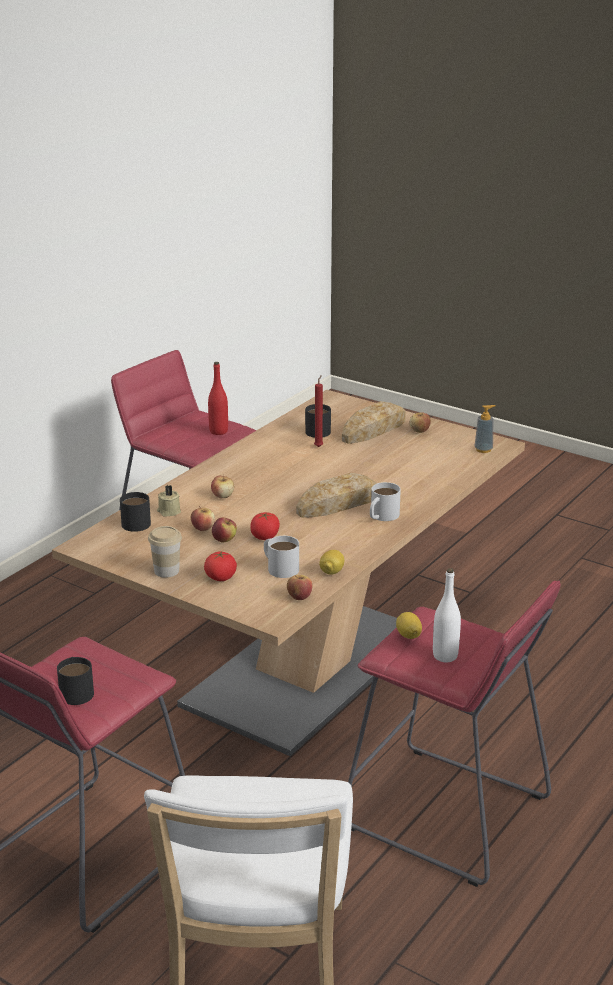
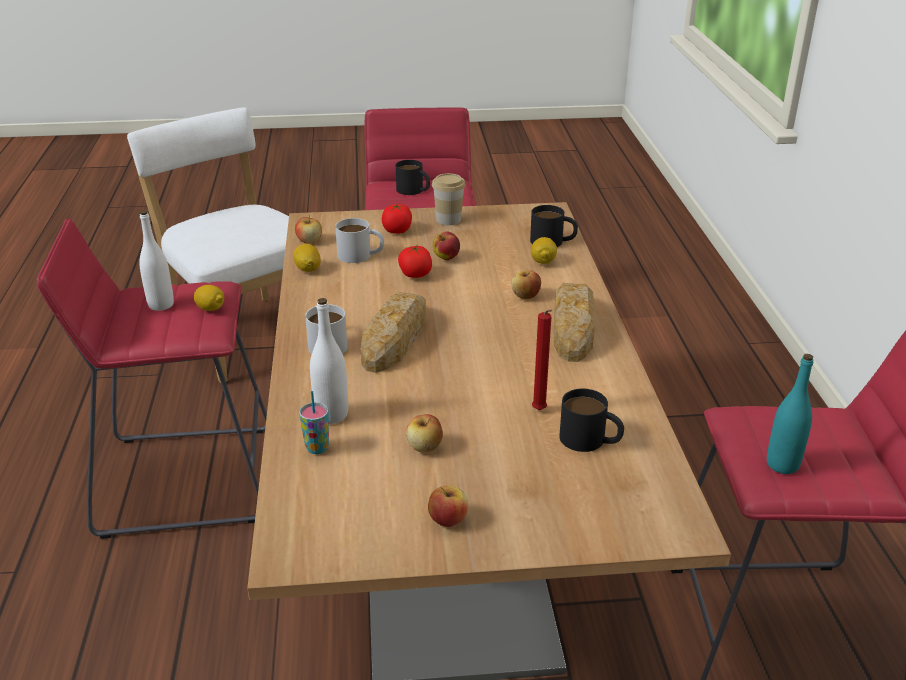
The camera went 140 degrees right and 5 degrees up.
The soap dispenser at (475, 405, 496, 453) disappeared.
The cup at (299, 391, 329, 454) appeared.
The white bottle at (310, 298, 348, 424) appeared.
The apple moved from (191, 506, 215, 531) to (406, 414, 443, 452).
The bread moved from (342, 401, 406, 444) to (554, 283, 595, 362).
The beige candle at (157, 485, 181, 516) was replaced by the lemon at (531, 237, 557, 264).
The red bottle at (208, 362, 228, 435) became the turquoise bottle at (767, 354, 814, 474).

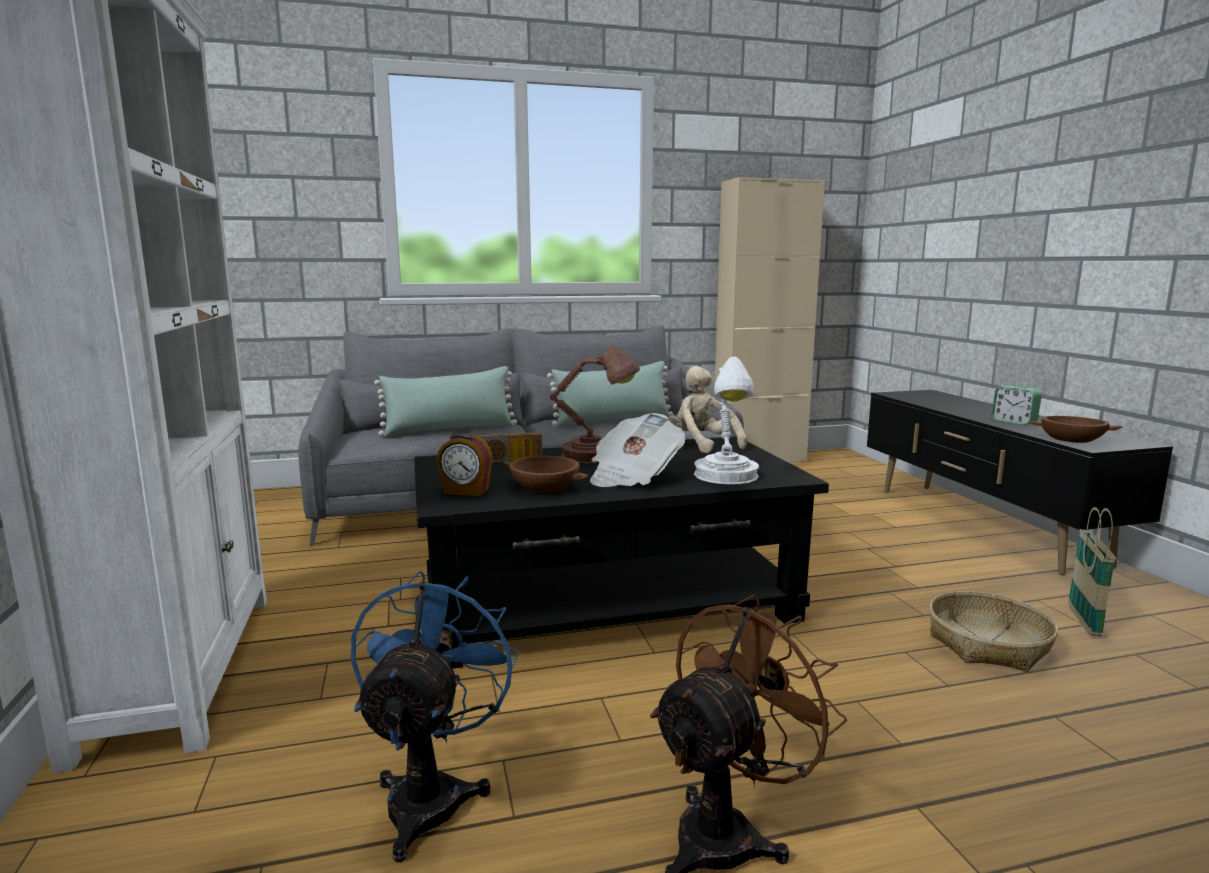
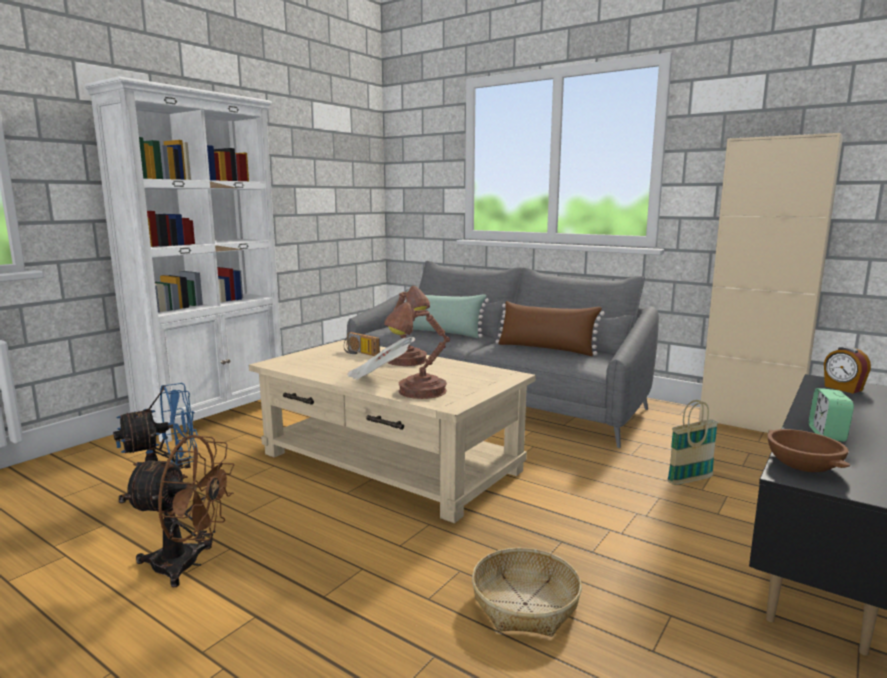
The camera went 50 degrees right and 0 degrees up.
The brown bowl at (503, 456, 589, 493) disappeared.
The beige plush toy at (668, 366, 747, 454) disappeared.
The alarm clock moved from (437, 433, 493, 496) to (824, 347, 871, 394).
The basket moved from (1068, 507, 1116, 637) to (667, 400, 718, 485).
The black coffee table at (414, 436, 829, 669) became the beige coffee table at (249, 340, 536, 523).
The green pillow at (547, 361, 673, 427) became the brown pillow at (495, 301, 605, 356).
The white table lamp at (694, 356, 759, 485) became the brown table lamp at (384, 302, 450, 399).

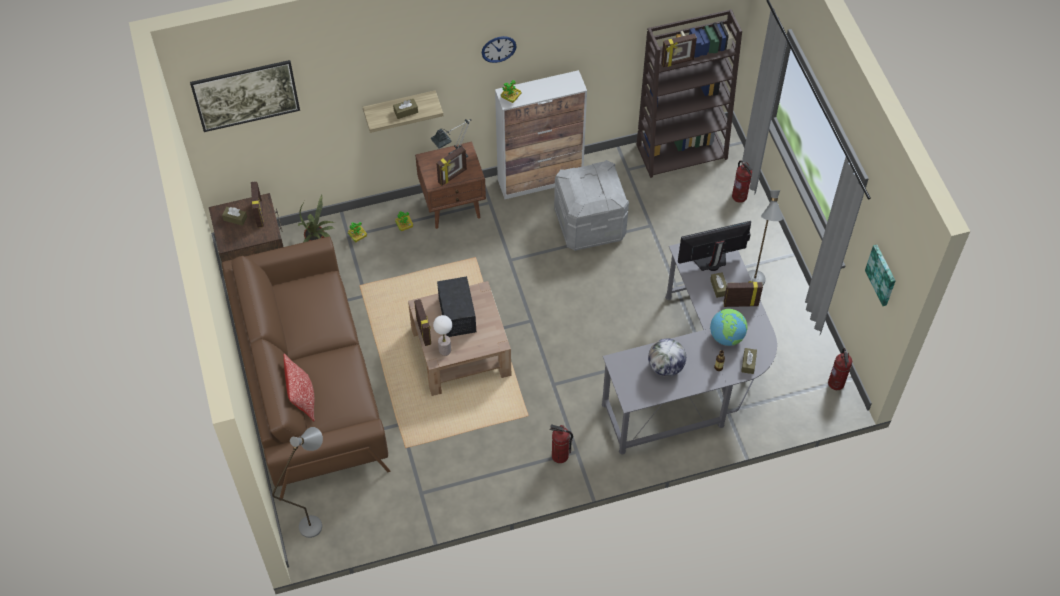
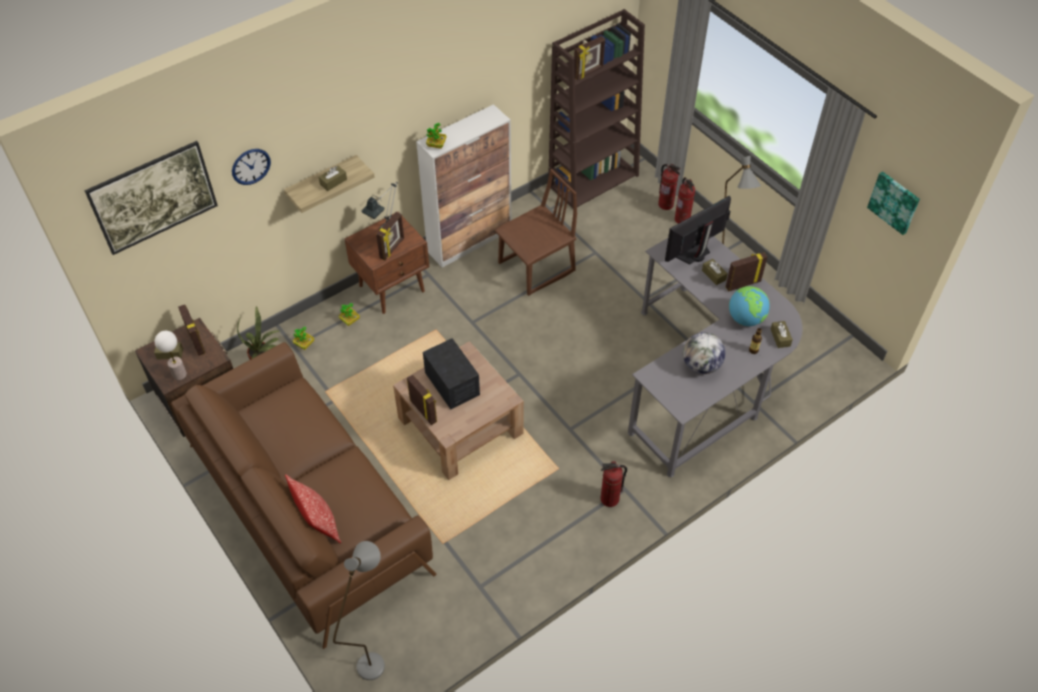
The camera went 20 degrees left and 5 degrees down.
The table lamp moved from (433, 315, 452, 356) to (155, 331, 187, 380).
The wall clock moved from (482, 36, 517, 63) to (232, 149, 271, 185).
The fire extinguisher moved from (828, 348, 852, 390) to (675, 177, 695, 224).
The grey storage box at (554, 160, 629, 251) was replaced by the brown chair at (495, 169, 577, 296).

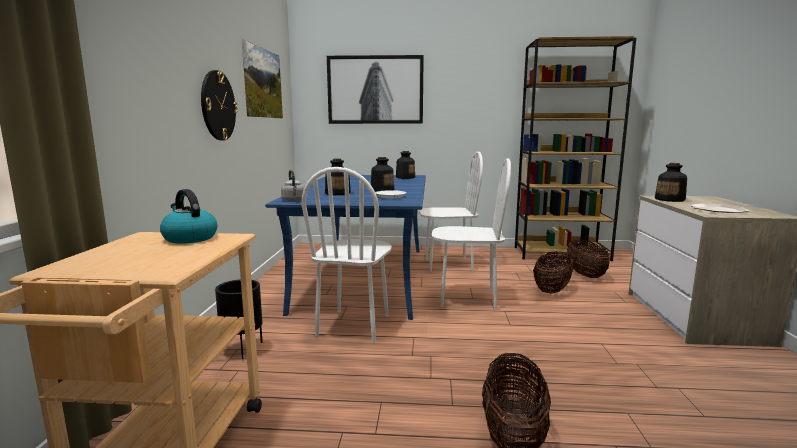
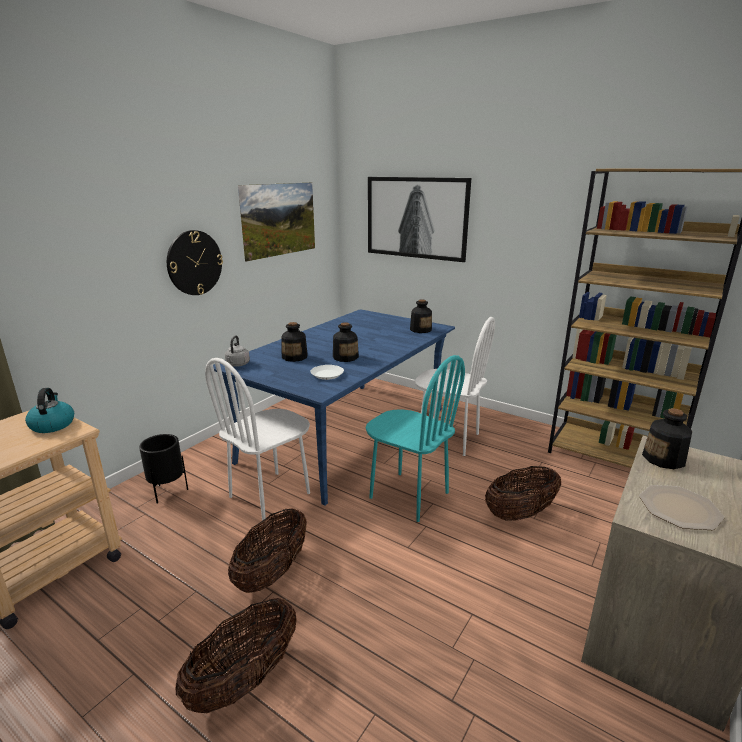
The camera went 30 degrees right and 10 degrees up.
The basket moved from (567, 240, 610, 278) to (228, 508, 307, 593).
The white chair at (432, 158, 511, 311) became the turquoise chair at (366, 355, 465, 522).

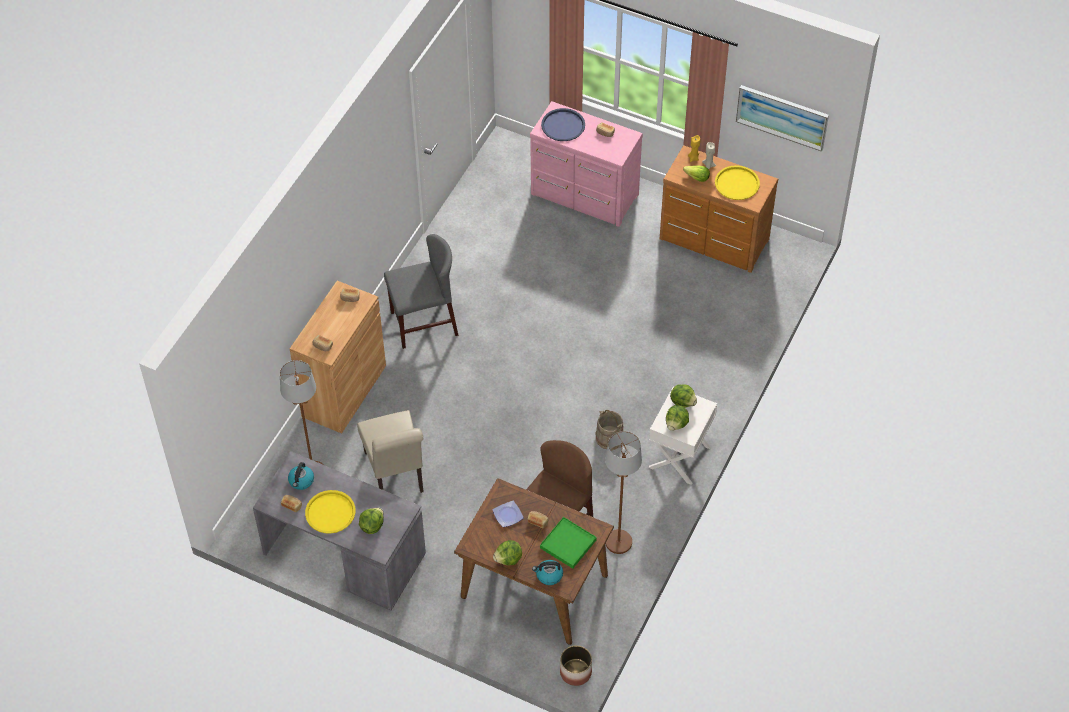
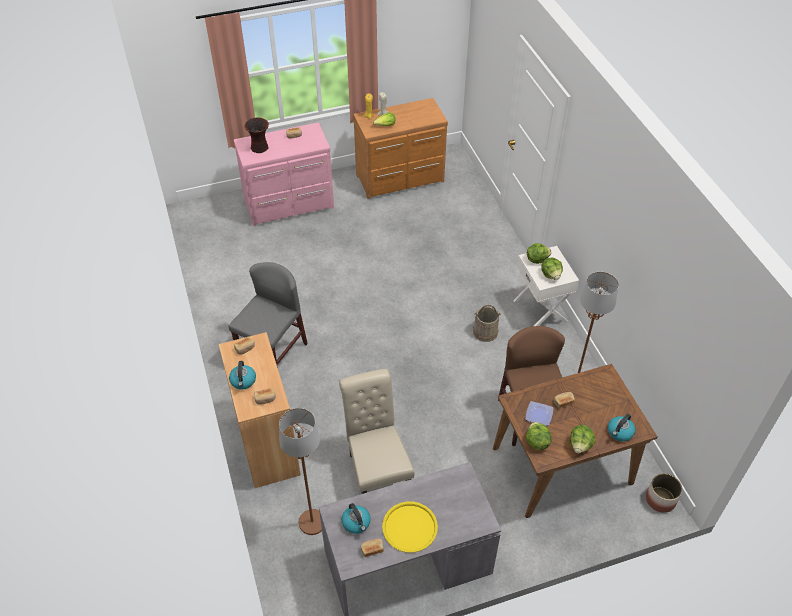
The camera went 45 degrees left and 5 degrees down.
The green tray at (540, 517, 597, 569) disappeared.
The yellow tray at (715, 165, 760, 200) disappeared.
The picture at (736, 85, 829, 152) disappeared.
The kettle at (229, 361, 256, 390) appeared.
The lettuce moved from (359, 508, 384, 534) to (526, 422, 552, 450).
The blue tray at (541, 108, 585, 141) was replaced by the vase at (244, 117, 269, 153).
The beige chair at (357, 410, 424, 493) turned 135 degrees counterclockwise.

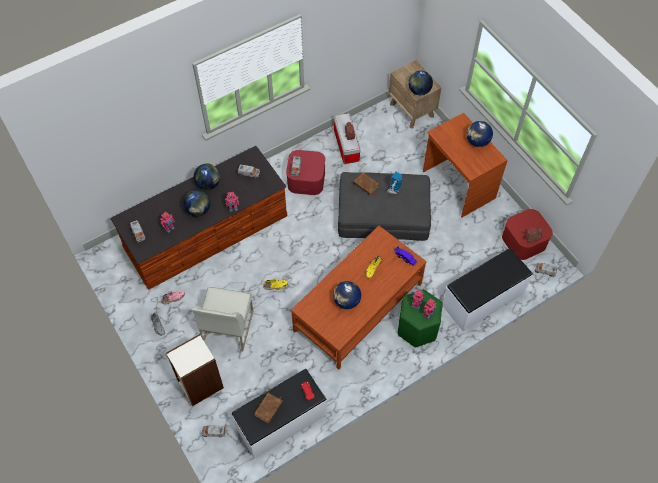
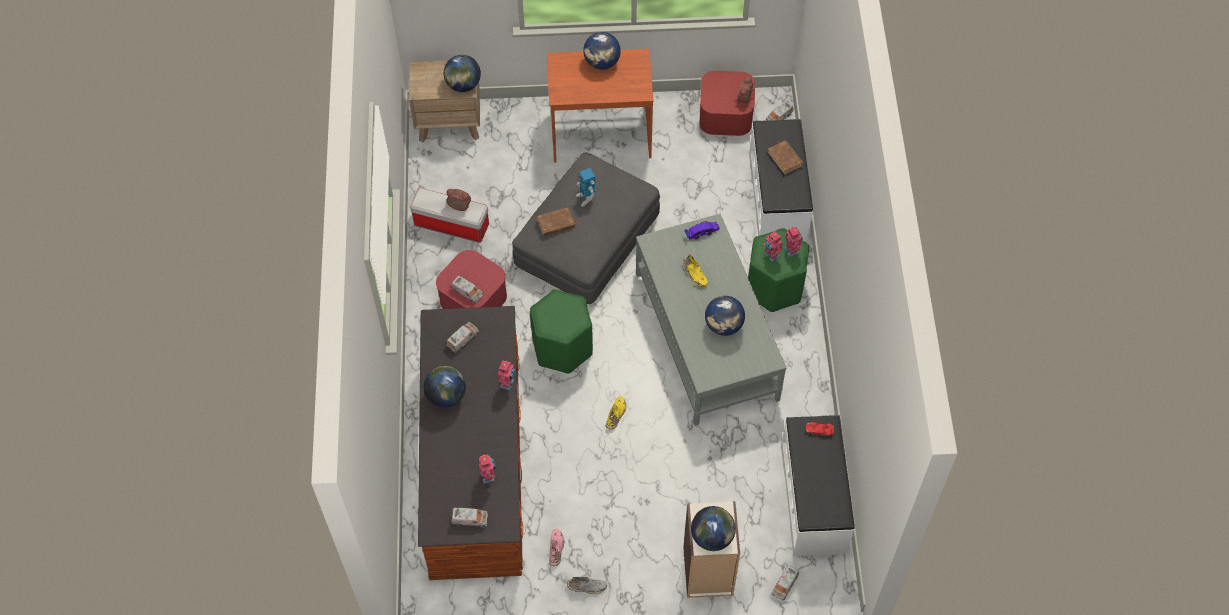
The camera went 60 degrees left and 0 degrees up.
The white chair at (192, 287, 253, 352) disappeared.
The green stool at (530, 289, 593, 373) appeared.
The globe moved from (183, 189, 210, 216) to (691, 506, 736, 551).
The brown book moved from (254, 393, 283, 423) to (767, 140, 804, 175).
The brown coffee table at (291, 226, 426, 370) became the grey coffee table at (636, 214, 786, 426).

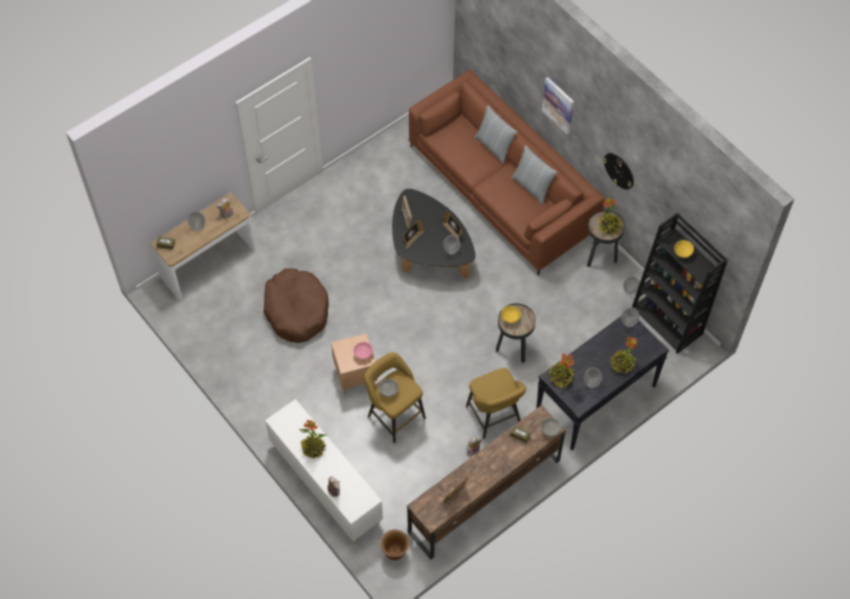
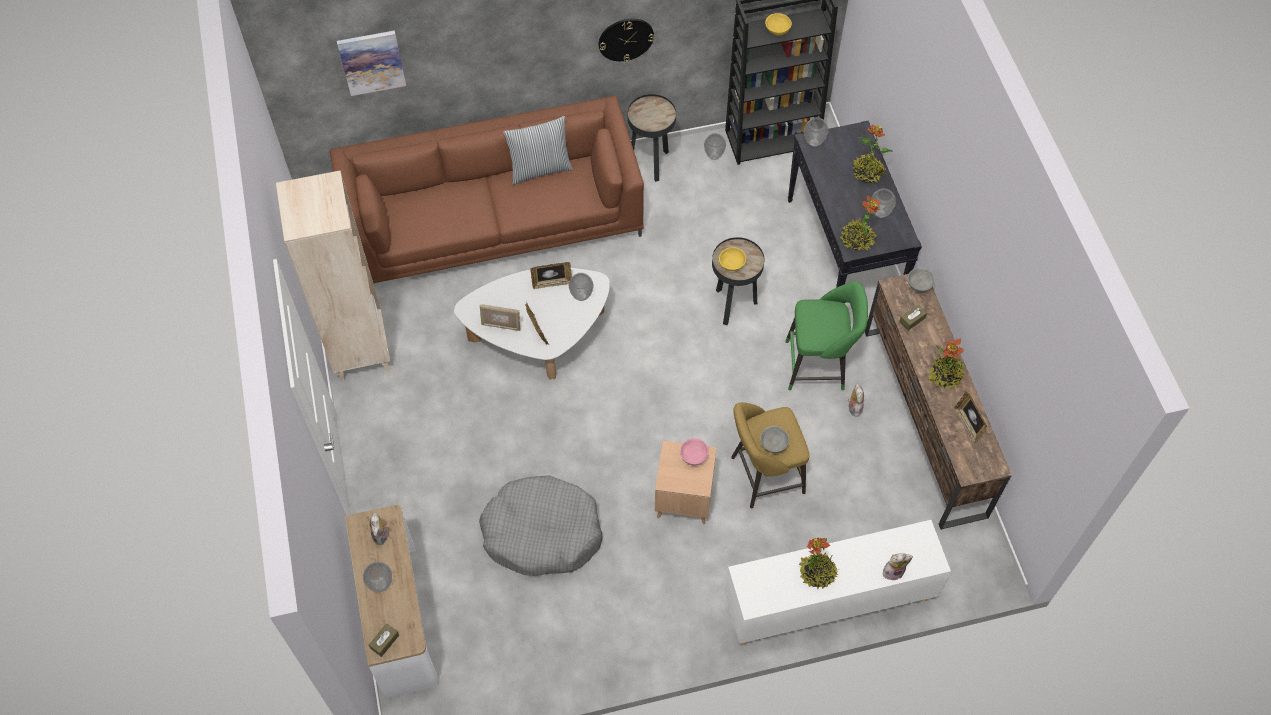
The camera went 65 degrees left and 0 degrees up.
The brown planter at (380, 529, 410, 560) disappeared.
The pillow at (474, 105, 518, 164) disappeared.
The beige bookcase at (276, 171, 390, 381) appeared.
The picture moved from (542, 77, 574, 135) to (337, 31, 406, 96).
The potted plant moved from (598, 198, 623, 235) to (928, 338, 965, 389).
The brown dog bed at (264, 268, 329, 343) became the grey dog bed at (479, 475, 603, 576).
The black coffee table at (392, 189, 475, 279) became the white coffee table at (454, 268, 610, 379).
The yellow stool at (466, 368, 526, 439) became the green stool at (785, 281, 868, 390).

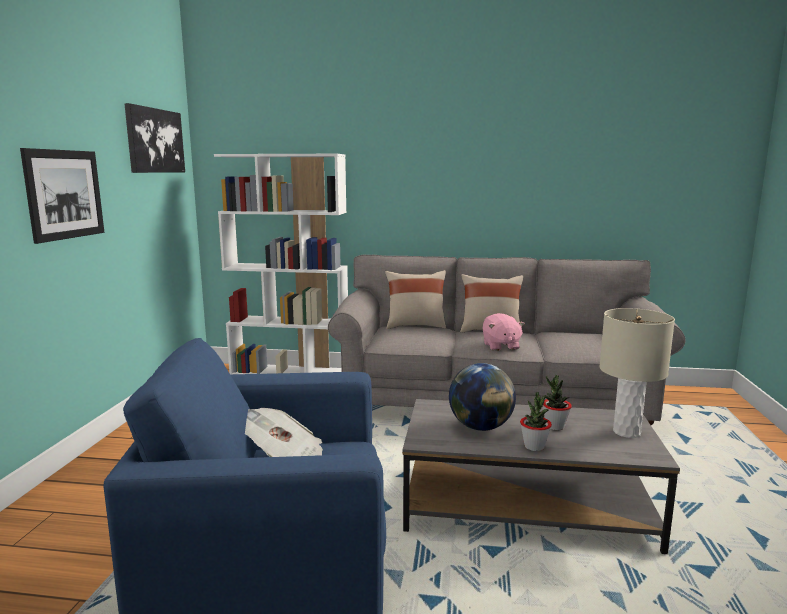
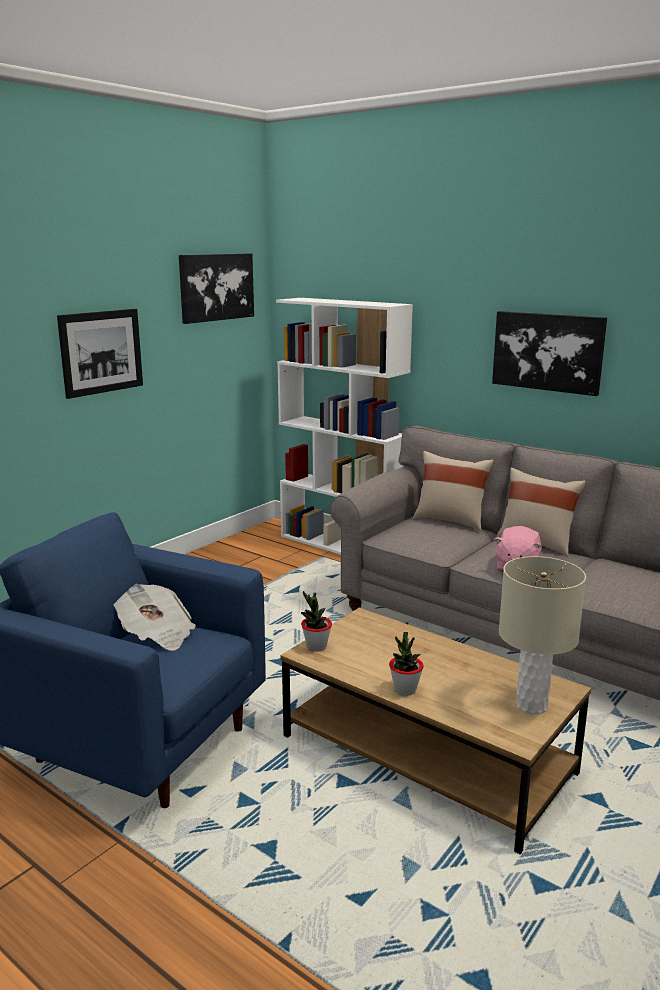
The camera went 30 degrees right and 5 degrees up.
The globe at (449, 363, 516, 431) disappeared.
The picture at (492, 311, 607, 396) appeared.
The potted plant moved from (543, 375, 572, 430) to (301, 591, 332, 652).
The grey coffee table at (402, 399, 680, 554) became the brown coffee table at (281, 608, 591, 855).

